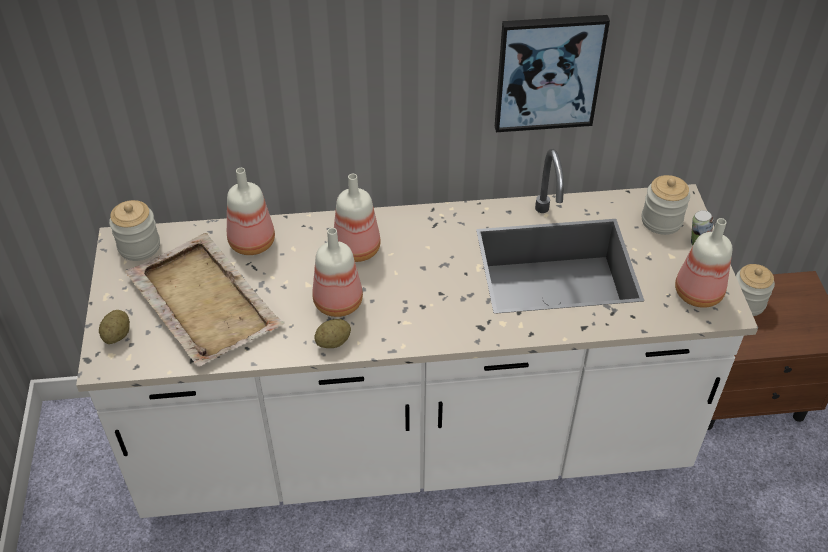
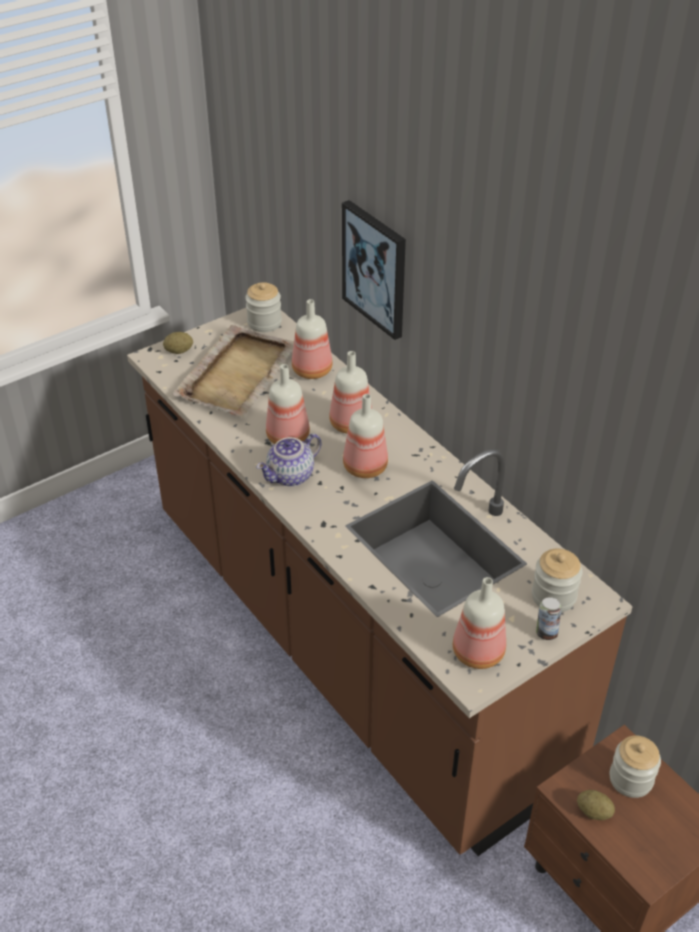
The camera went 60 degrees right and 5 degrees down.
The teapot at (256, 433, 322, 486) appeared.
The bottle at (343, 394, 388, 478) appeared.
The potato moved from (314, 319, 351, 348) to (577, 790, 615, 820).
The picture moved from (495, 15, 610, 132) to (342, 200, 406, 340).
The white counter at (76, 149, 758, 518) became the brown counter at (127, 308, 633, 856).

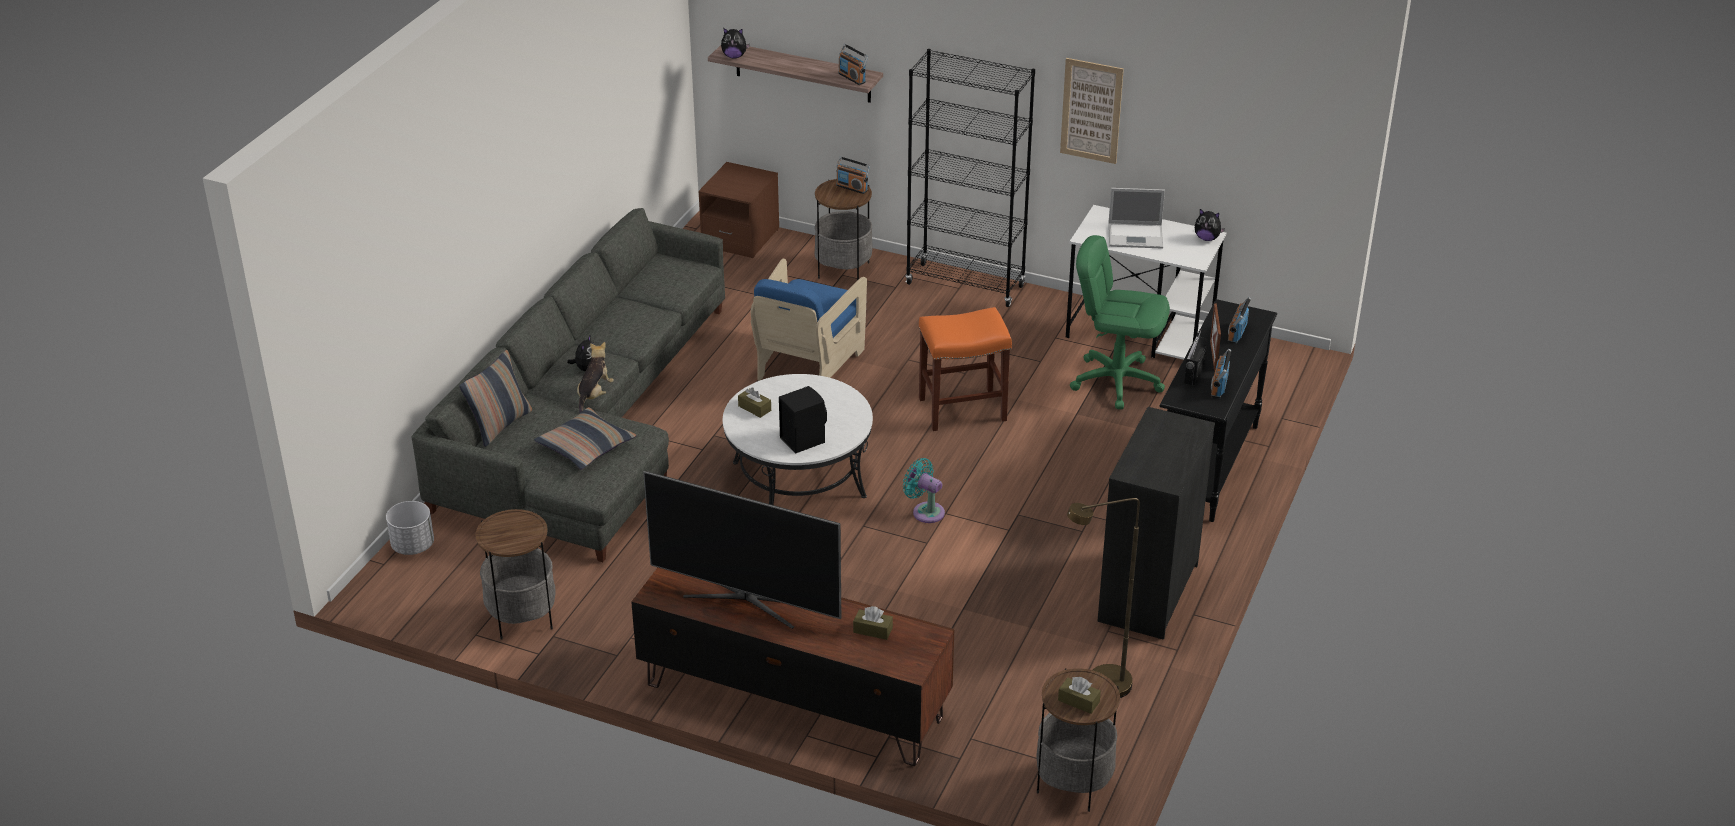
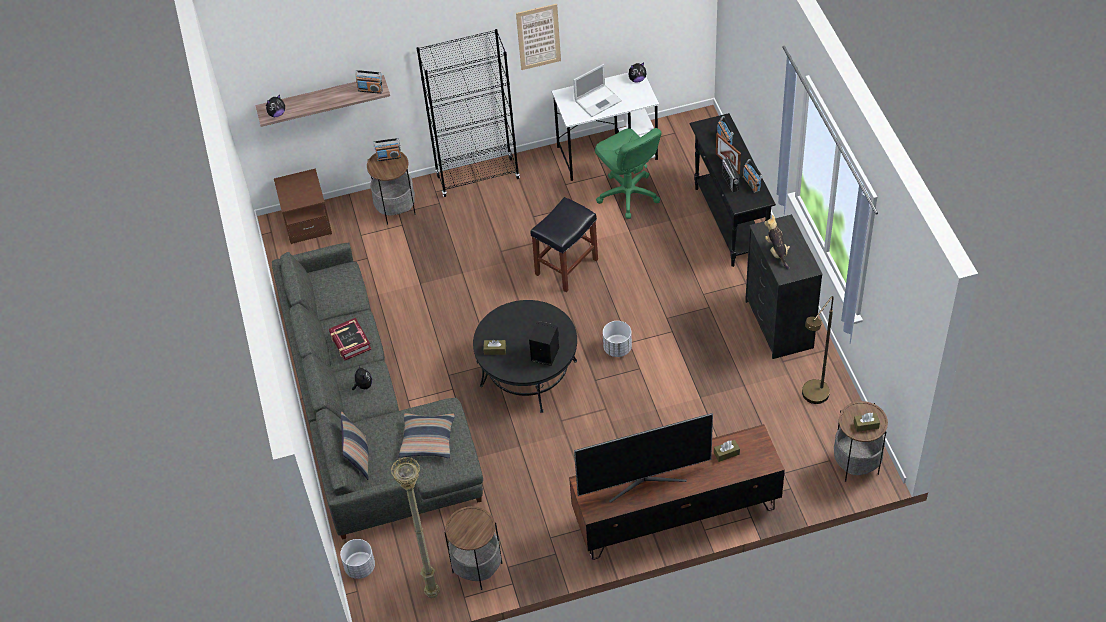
The camera went 35 degrees left and 15 degrees up.
The blue armchair at (751, 258, 867, 381) disappeared.
The book at (329, 318, 371, 361) appeared.
The beige floor lamp at (391, 457, 440, 598) appeared.
The plush toy moved from (577, 342, 614, 413) to (764, 215, 790, 269).
The turquoise fan at (903, 458, 945, 523) was replaced by the white planter at (603, 321, 632, 357).
The white coffee table at (723, 374, 873, 505) became the black coffee table at (473, 300, 577, 413).
The orange stool at (919, 307, 1012, 431) became the black stool at (530, 197, 598, 292).
The green office chair at (1070, 235, 1170, 409) turned 105 degrees counterclockwise.

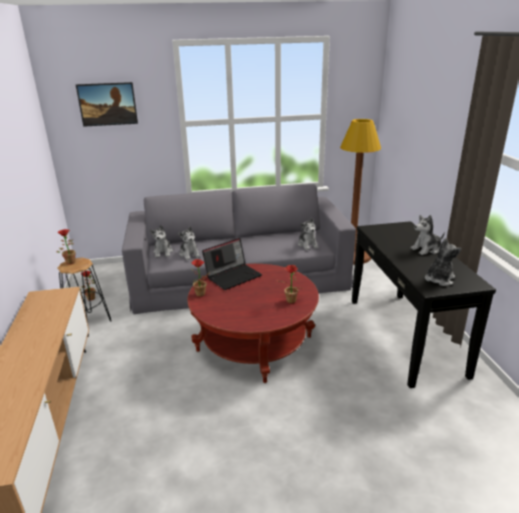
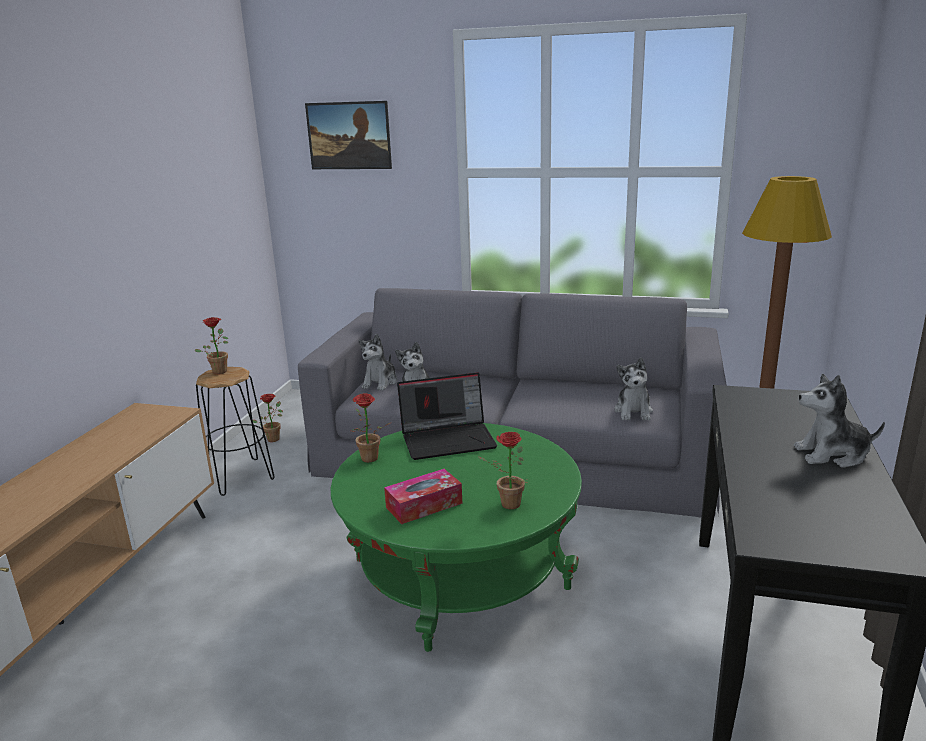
The camera went 25 degrees right and 5 degrees down.
The plush toy at (425, 238, 462, 286) disappeared.
The tissue box at (384, 469, 462, 524) appeared.
The red coffee table at (187, 264, 319, 383) became the green coffee table at (331, 423, 582, 652).

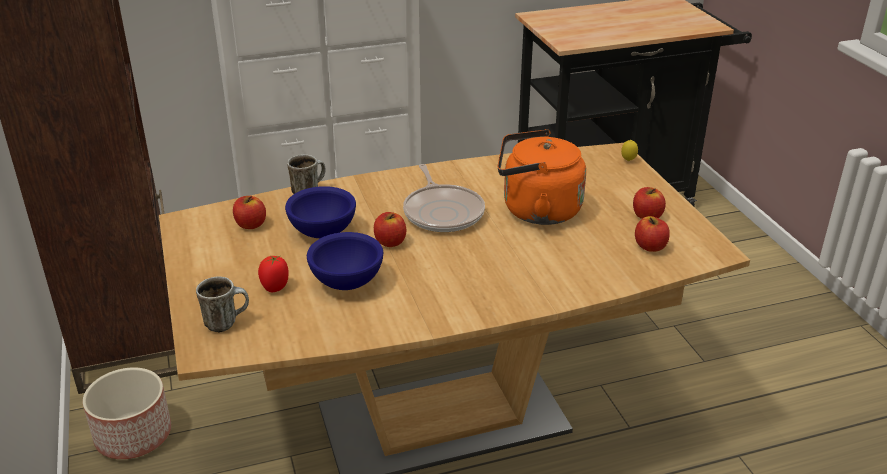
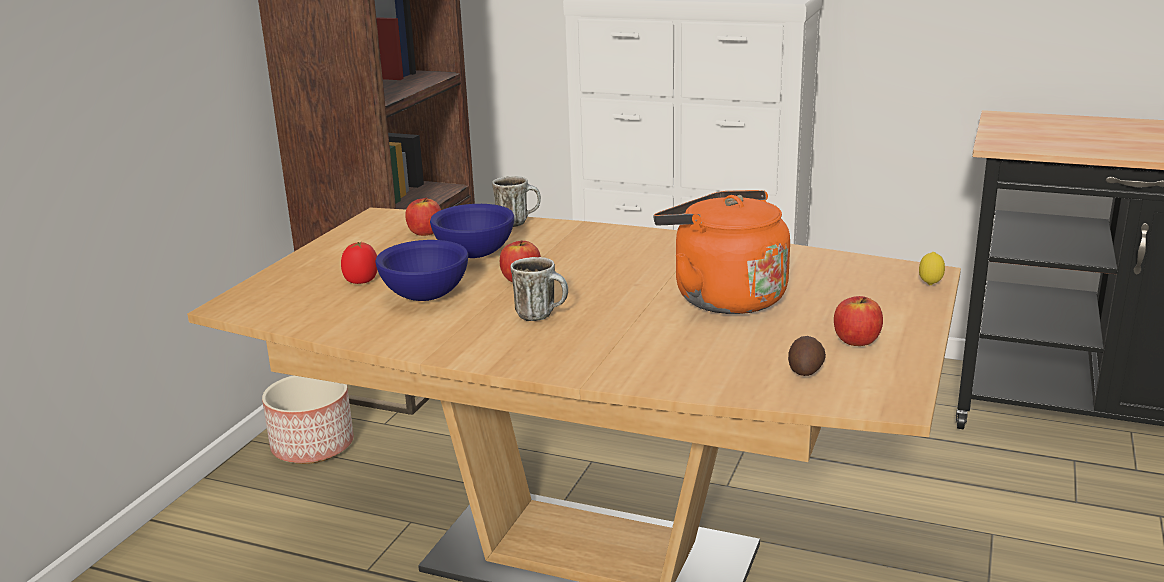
The camera went 40 degrees right and 10 degrees down.
The frying pan at (403, 164, 485, 232) disappeared.
The mug moved from (196, 277, 249, 332) to (511, 257, 568, 321).
The apple at (635, 216, 670, 252) was replaced by the potato at (788, 336, 826, 376).

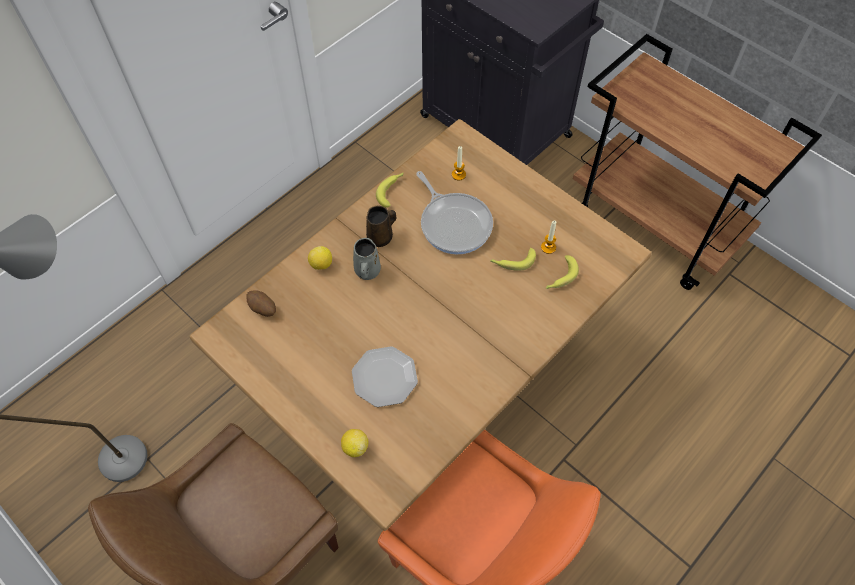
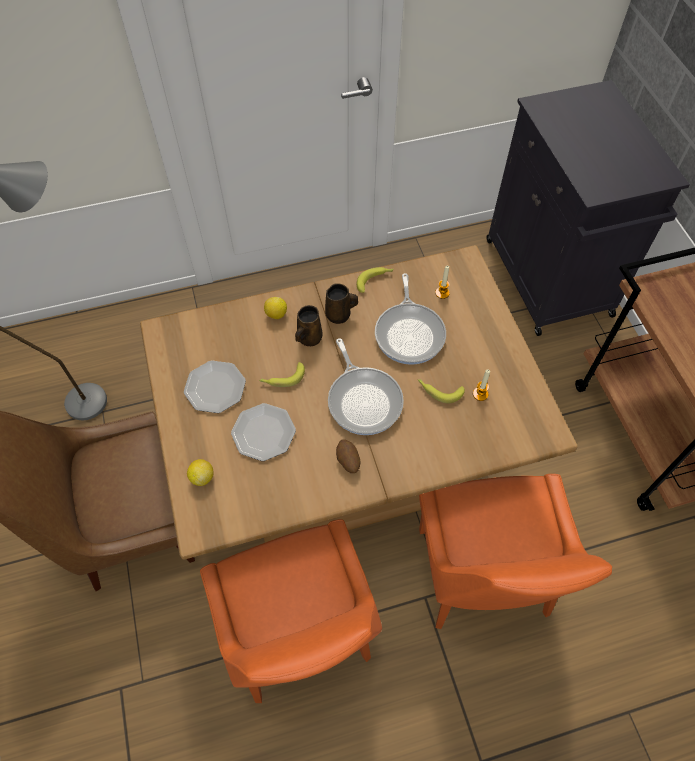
The camera went 30 degrees right and 0 degrees up.
The plate at (184, 361, 246, 413) appeared.
The frying pan at (328, 338, 404, 435) appeared.
The orange chair at (419, 474, 612, 629) appeared.
The potato moved from (246, 290, 276, 317) to (336, 439, 361, 473).
The banana moved from (546, 255, 579, 289) to (259, 362, 305, 387).
The grey mug at (353, 238, 381, 280) became the brown mug at (295, 305, 323, 346).

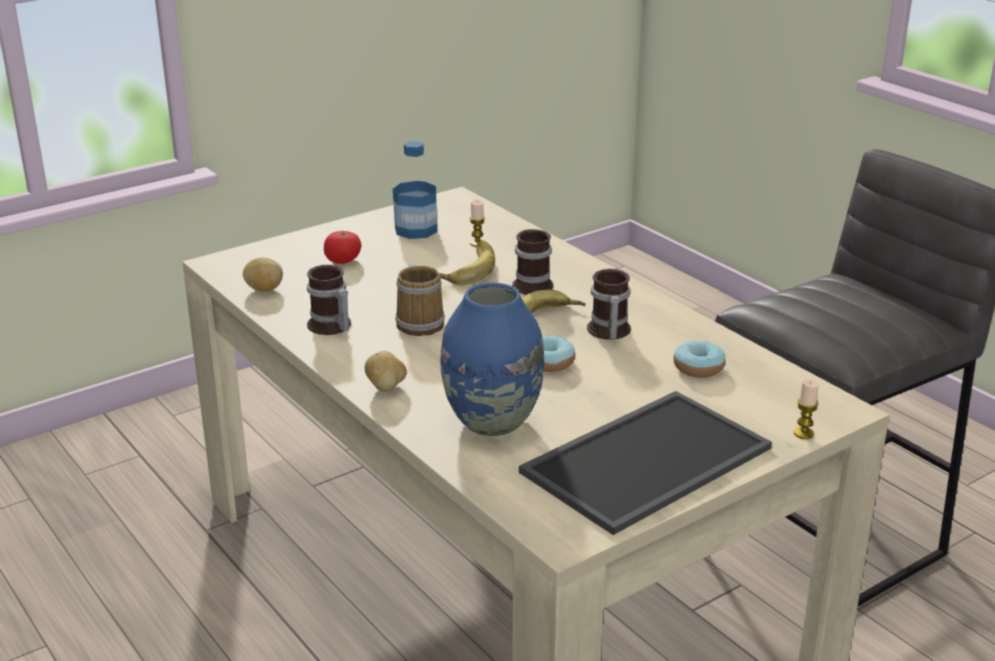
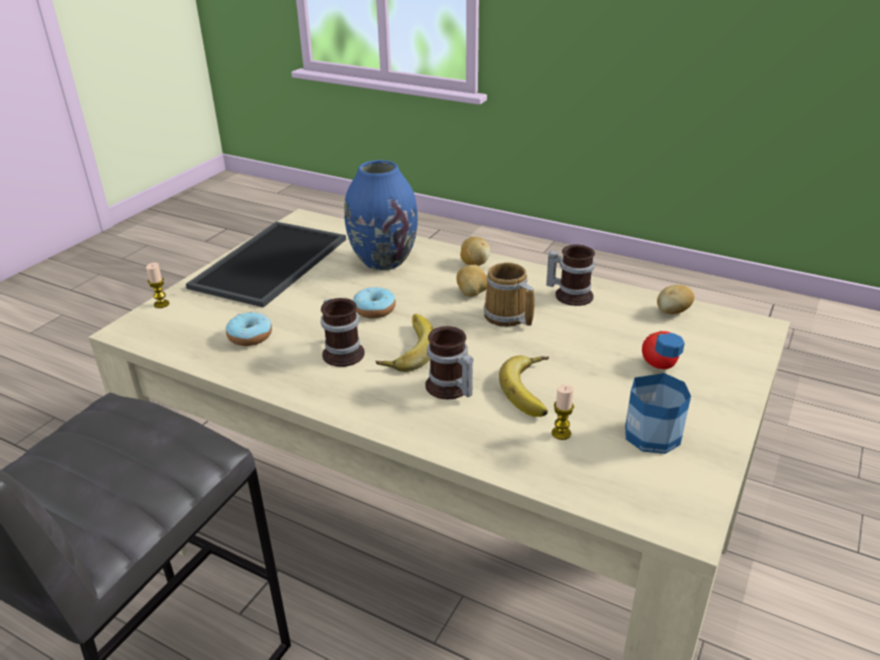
The camera went 155 degrees right and 5 degrees up.
The potato at (456, 265, 487, 297) appeared.

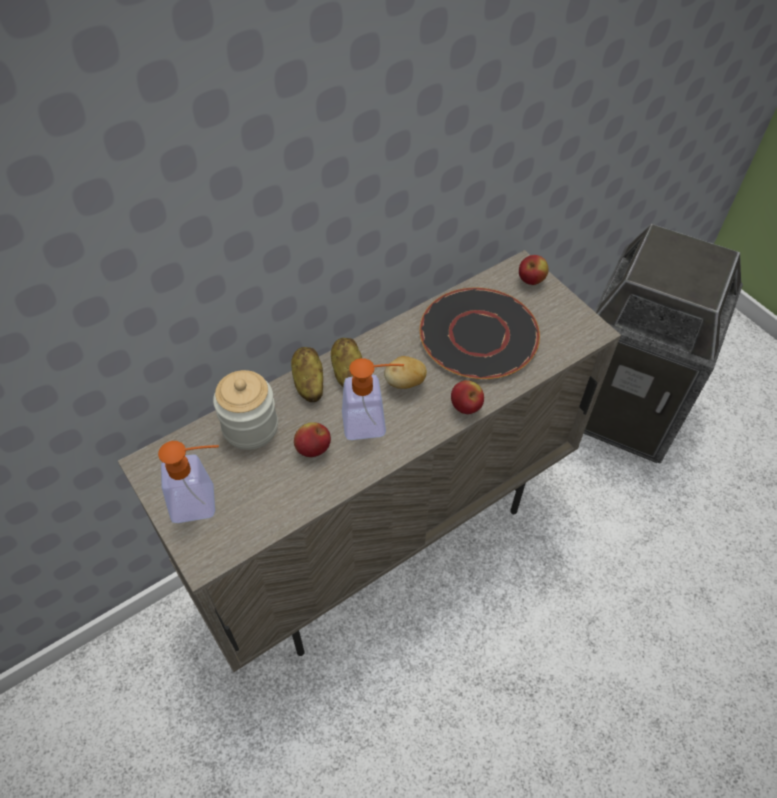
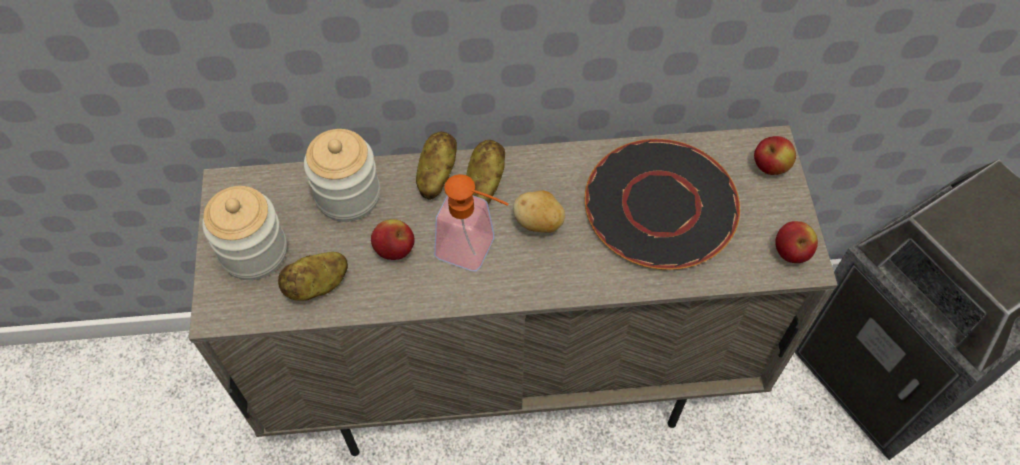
The camera went 30 degrees right and 5 degrees up.
The potato at (278, 252, 348, 301) appeared.
The apple moved from (451, 380, 484, 414) to (775, 221, 818, 263).
The soap dispenser at (158, 441, 219, 523) was replaced by the jar at (202, 186, 287, 280).

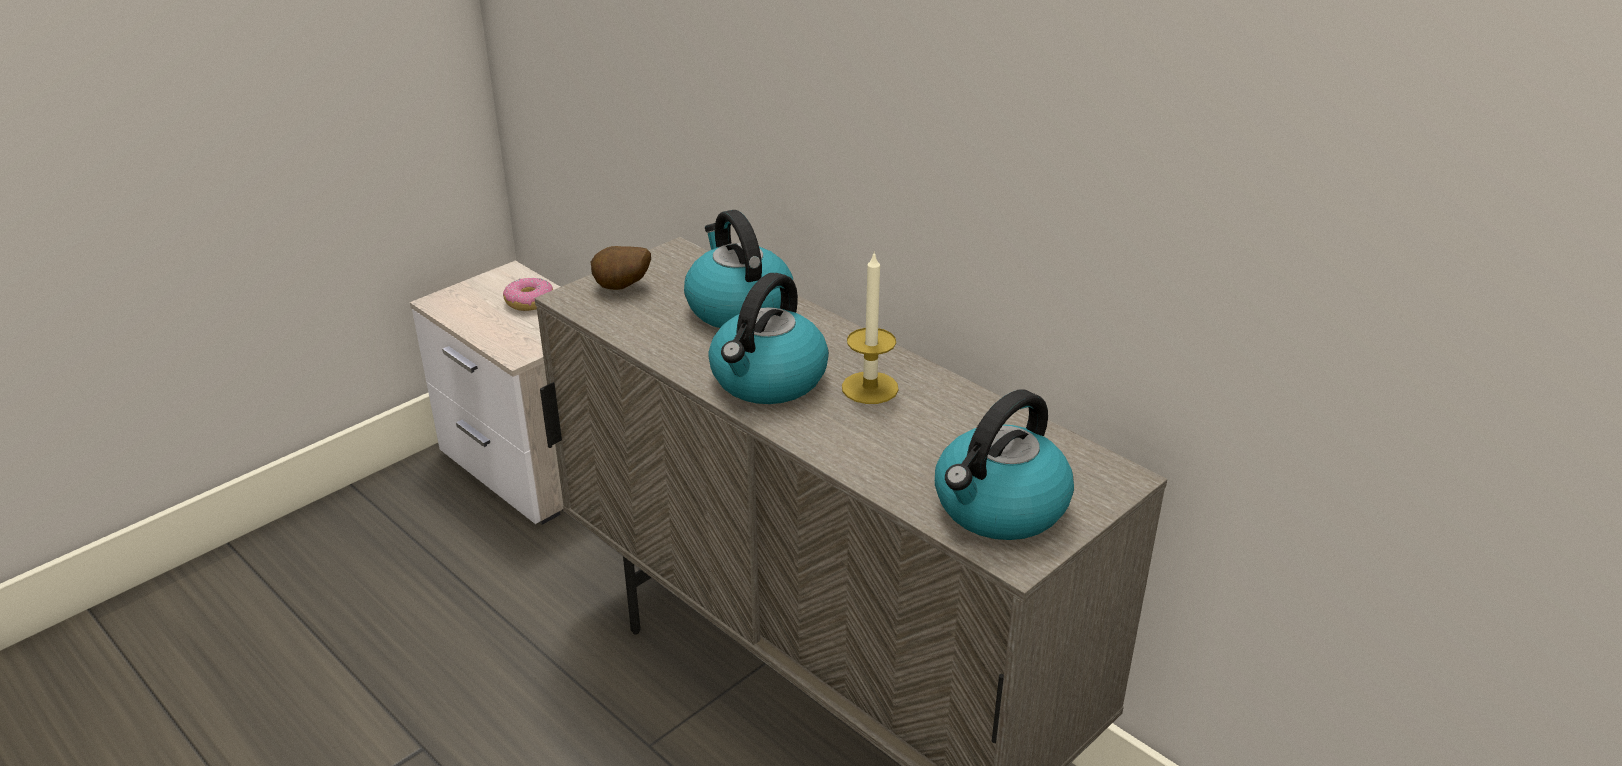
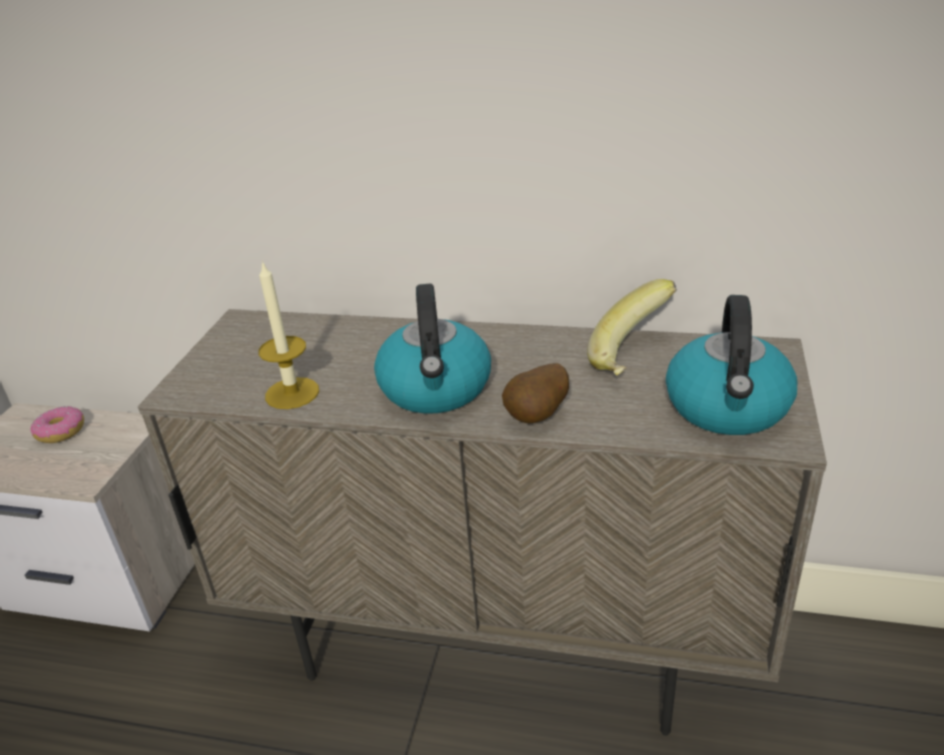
The camera went 30 degrees left and 0 degrees up.
The kettle at (684, 210, 793, 328) disappeared.
The banana at (587, 279, 677, 376) appeared.
The potato moved from (591, 246, 651, 290) to (502, 363, 569, 424).
The candle moved from (842, 251, 899, 404) to (258, 260, 319, 409).

